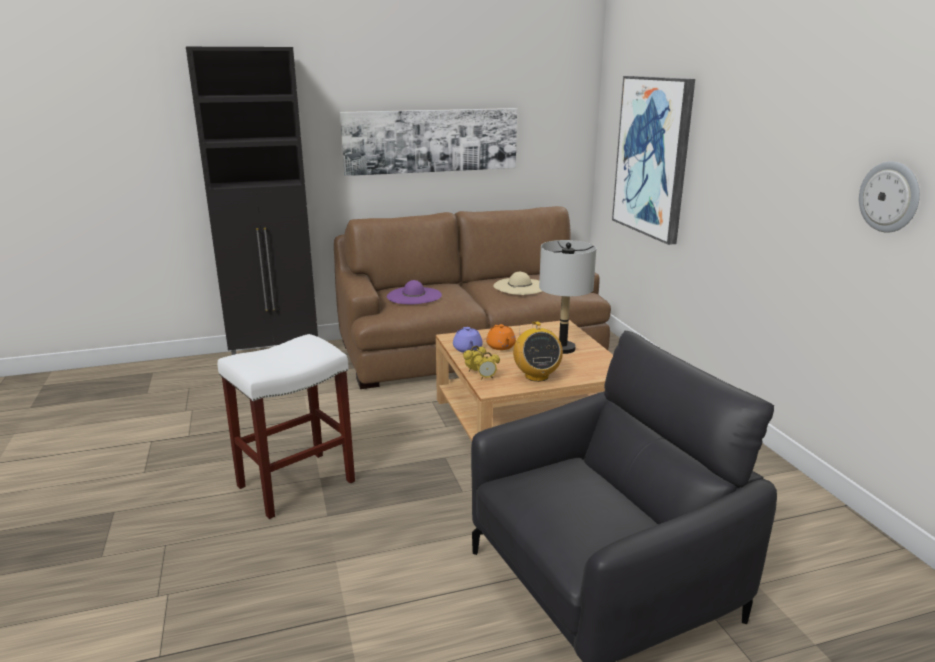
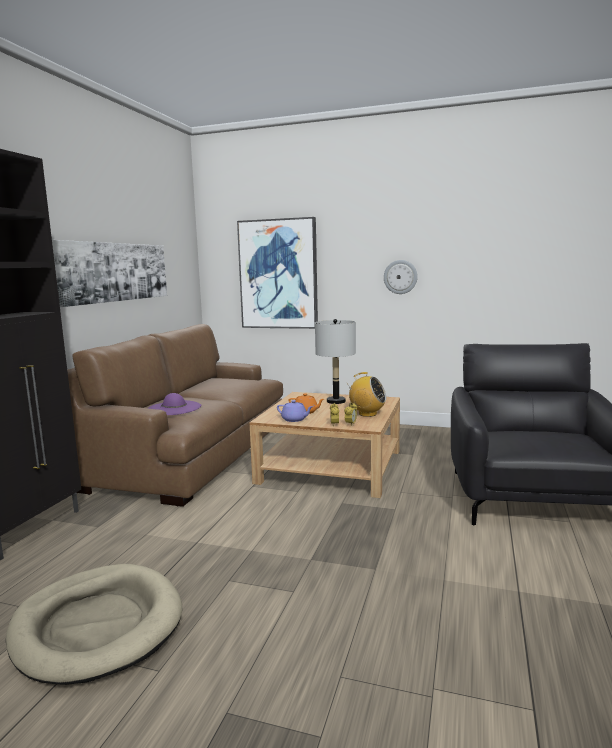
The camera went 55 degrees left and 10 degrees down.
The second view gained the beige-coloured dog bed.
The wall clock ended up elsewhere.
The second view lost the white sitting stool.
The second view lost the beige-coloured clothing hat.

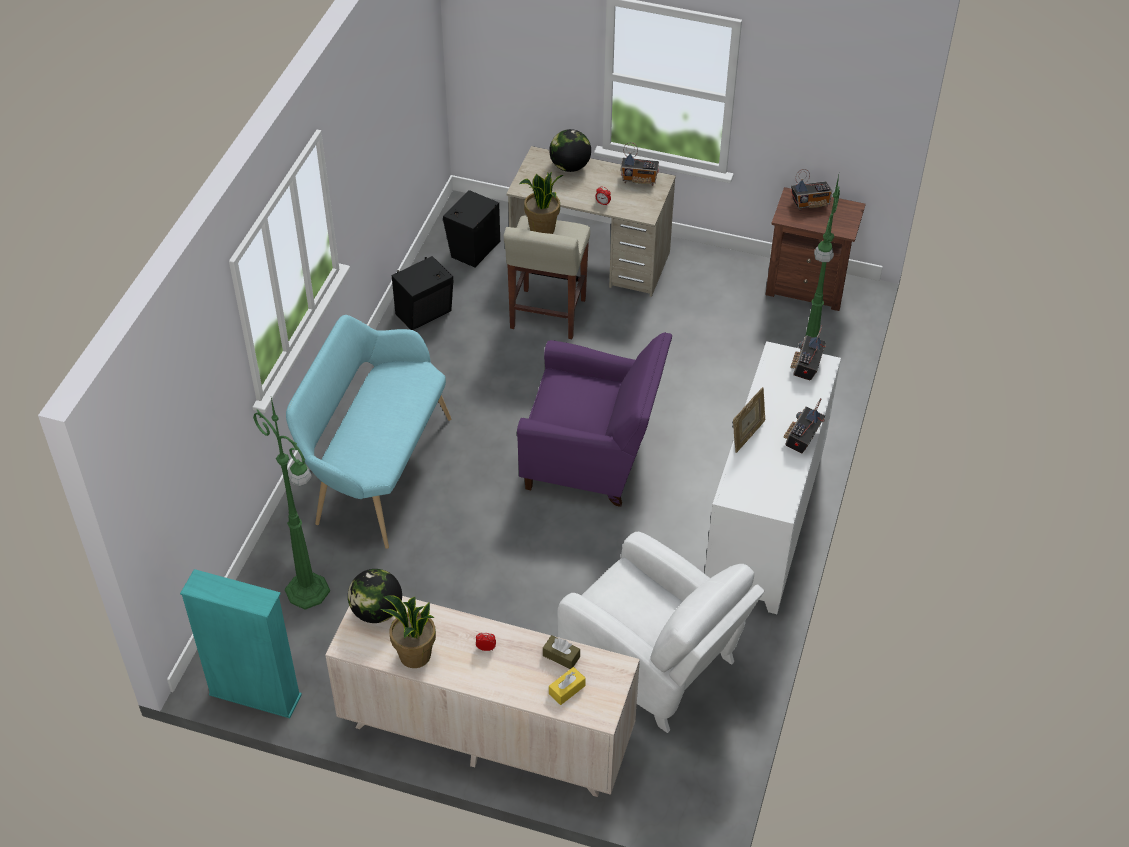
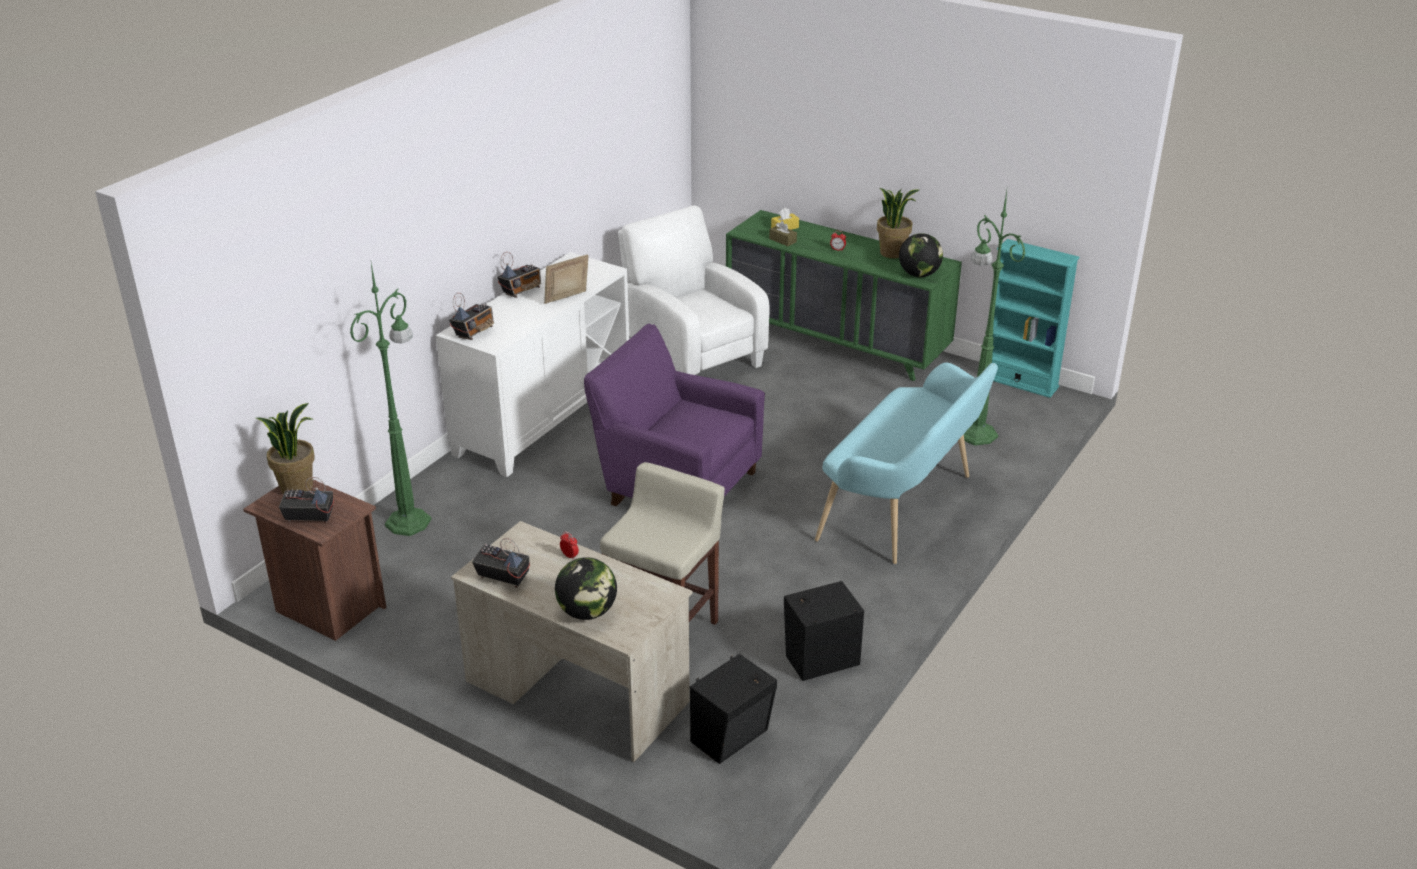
The camera went 165 degrees left and 15 degrees down.
The potted plant (2nd from left in the first image) ended up elsewhere.
What was the beige-coloured dresser turned into the greenish dresser.

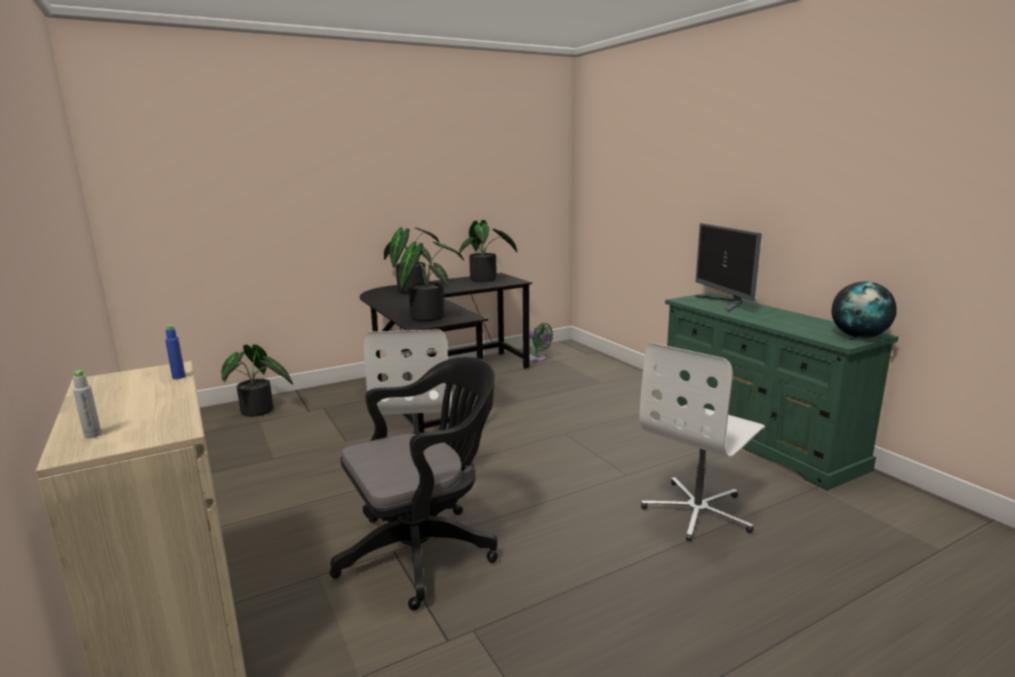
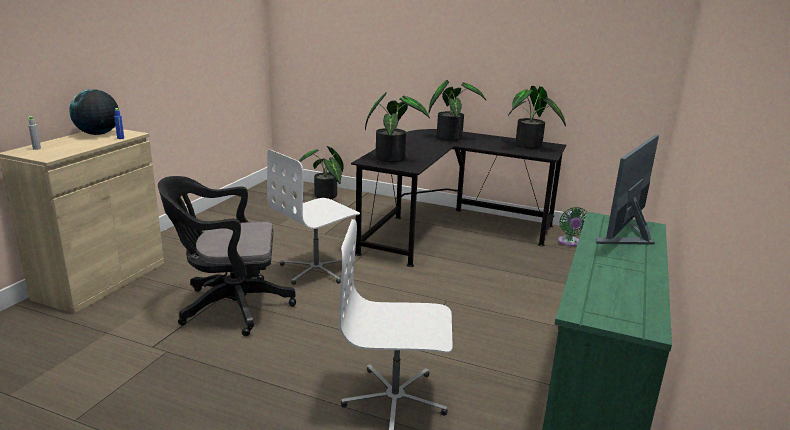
The camera went 50 degrees right and 5 degrees up.
The world globe ended up elsewhere.
The black-coloured computer chair ended up facing another way, 150 degrees clockwise from before.

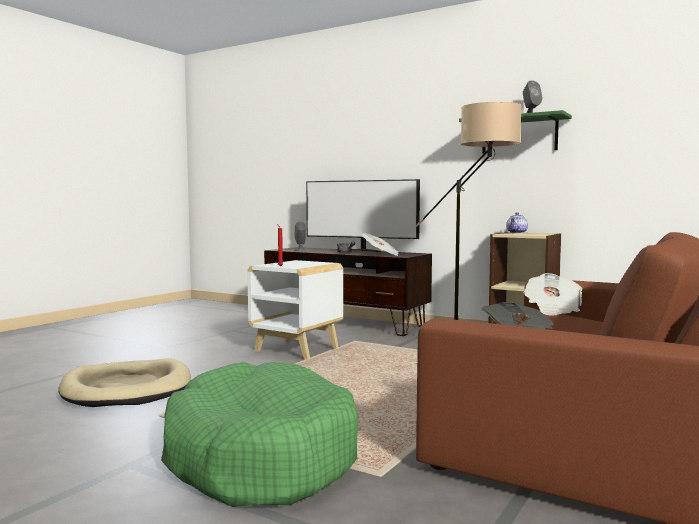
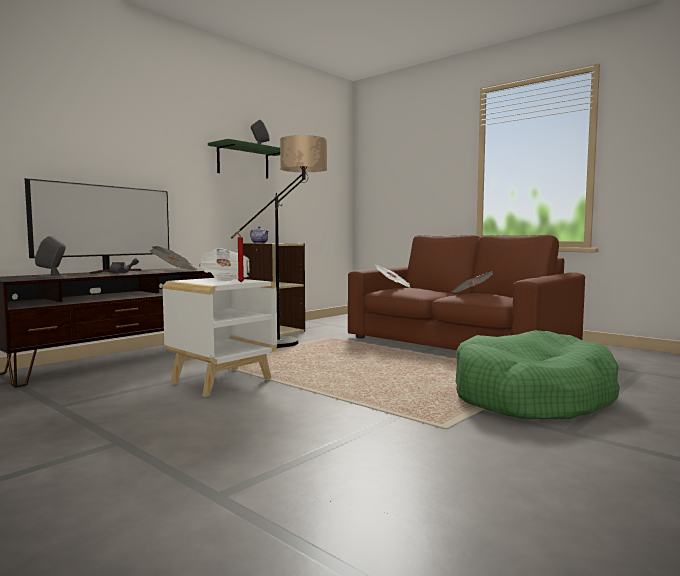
The camera went 80 degrees left and 0 degrees up.
The second view gained the daily paper (2nd from left).
The second view lost the beige-coloured dog bed.

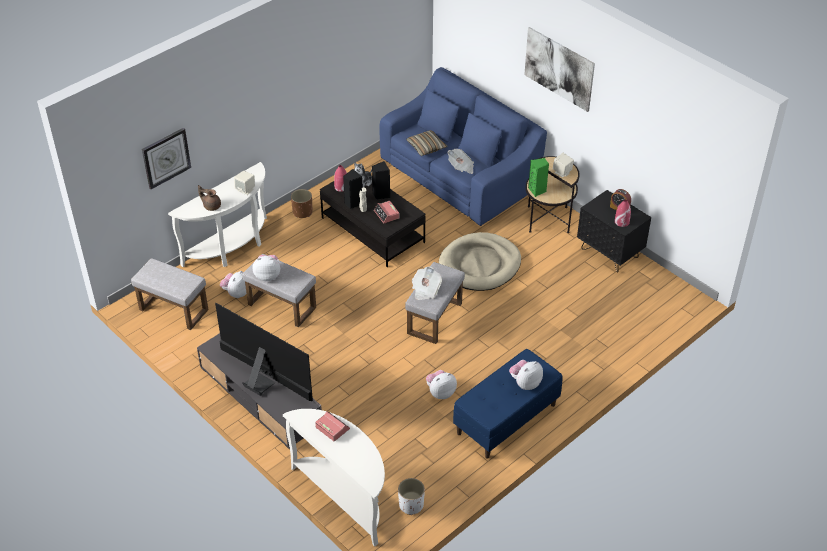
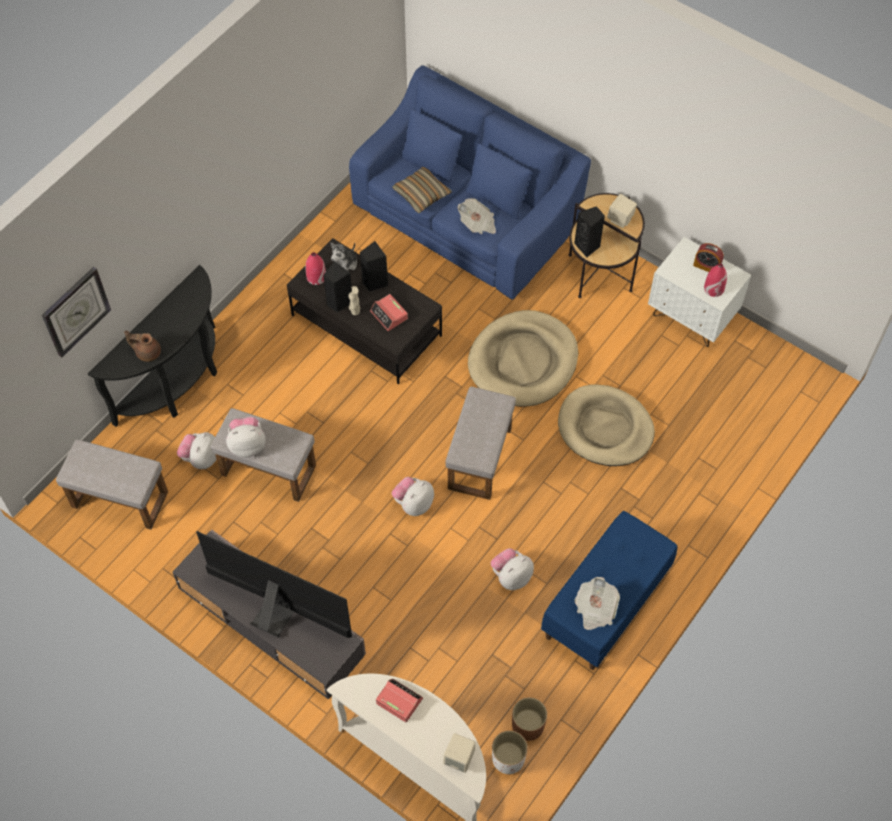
The camera went 10 degrees left and 15 degrees up.
What was the white narrow table (1st from left) turned into the black-coloured narrow table.
The plush toy (5th from left in the first image) ended up elsewhere.
The beige-coloured audio speaker (1st from left) ended up elsewhere.
The brown-coloured planter ended up elsewhere.
The second view gained the beige-coloured dog bed (2nd from left).
What was the greenish audio speaker turned into the black-coloured audio speaker (3rd from left).
The daily paper (1st from left in the first image) ended up elsewhere.
What was the black-coloured night table turned into the white night table.
The second view lost the wall picture.

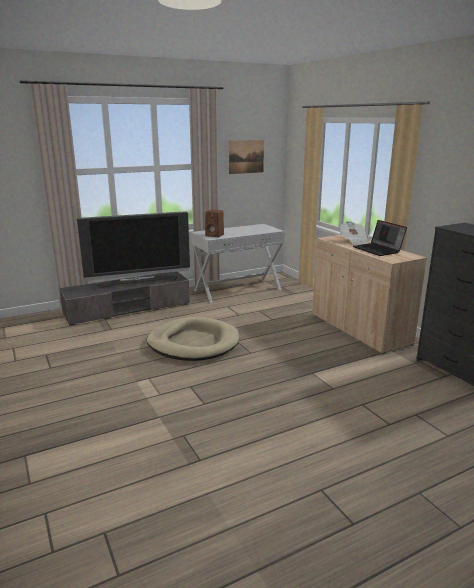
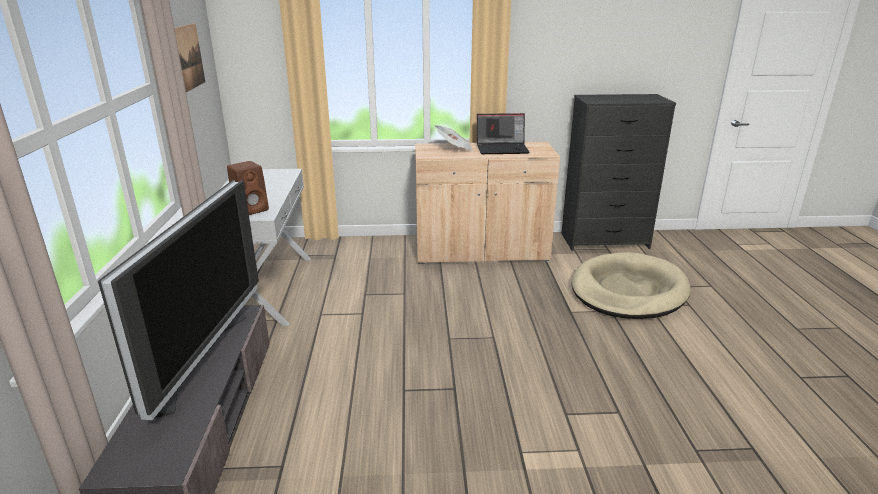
The camera went 65 degrees left and 5 degrees up.
The beige-coloured dog bed ended up elsewhere.

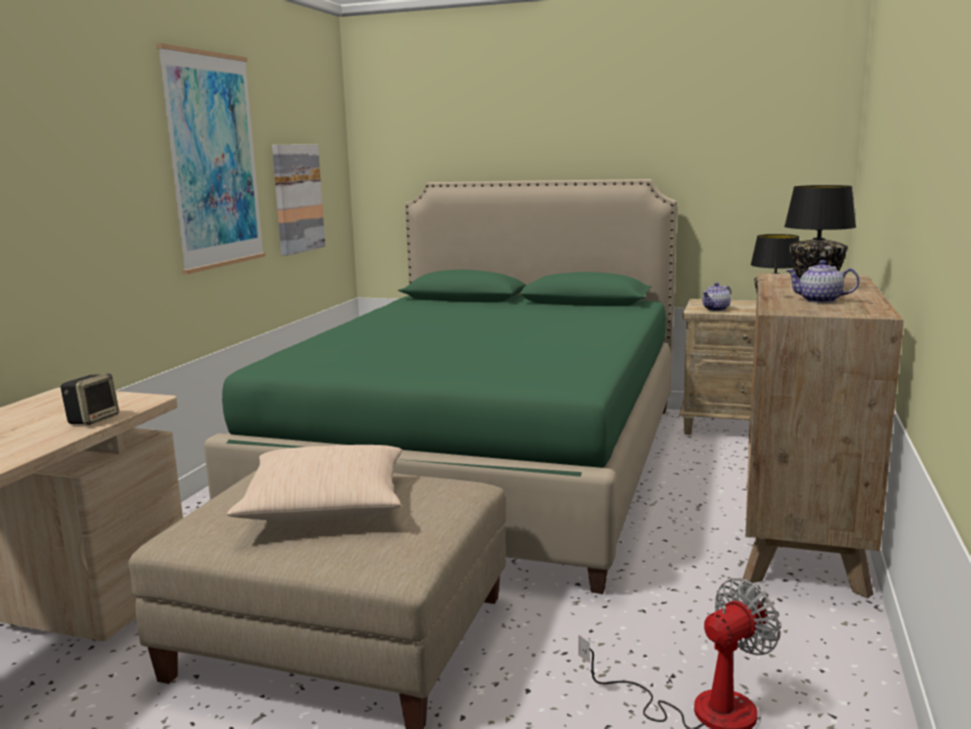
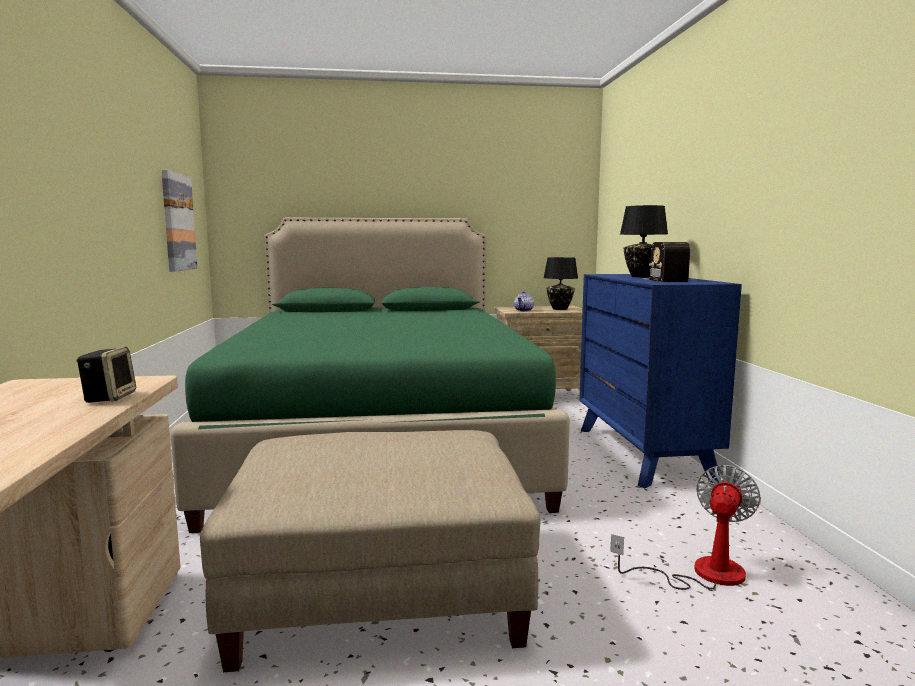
The camera went 25 degrees left and 5 degrees down.
What was the brown-coloured dresser turned into the blue dresser.
Where the tea pot (2nd from left) stood, the radio receiver came to stand.
The second view lost the wall picture (1st from left).
The second view lost the beige-coloured pillow.

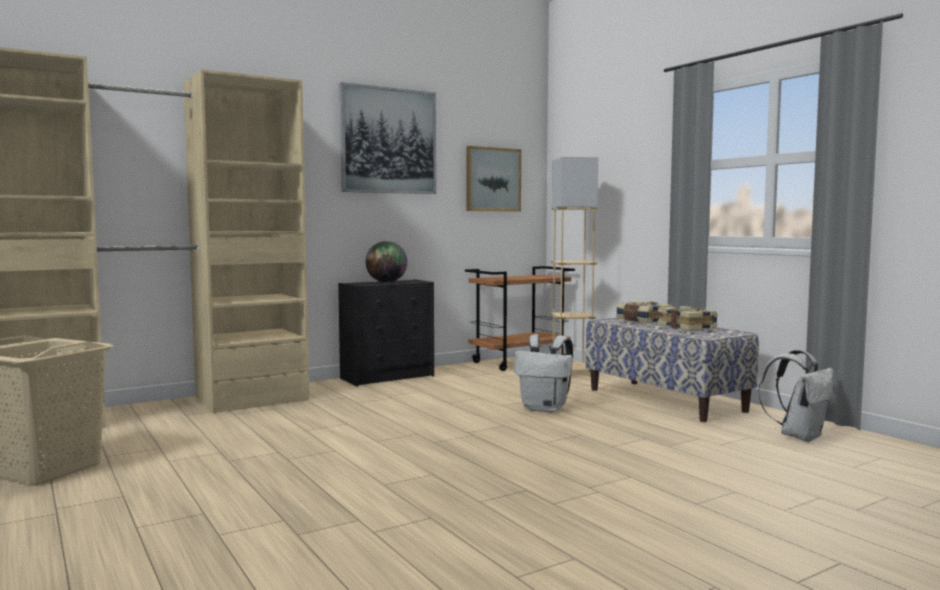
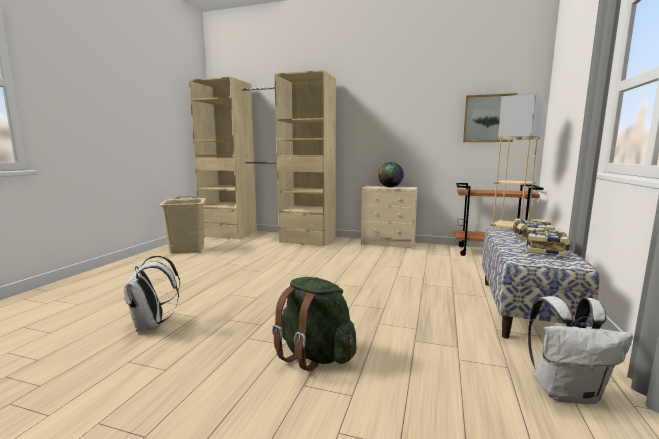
The camera went 50 degrees right and 5 degrees up.
The white rucksack (1st from left) ended up elsewhere.
The second view gained the greenish rucksack.
What was the black-coloured dresser turned into the beige-coloured dresser.
The second view lost the wall picture (1st from left).

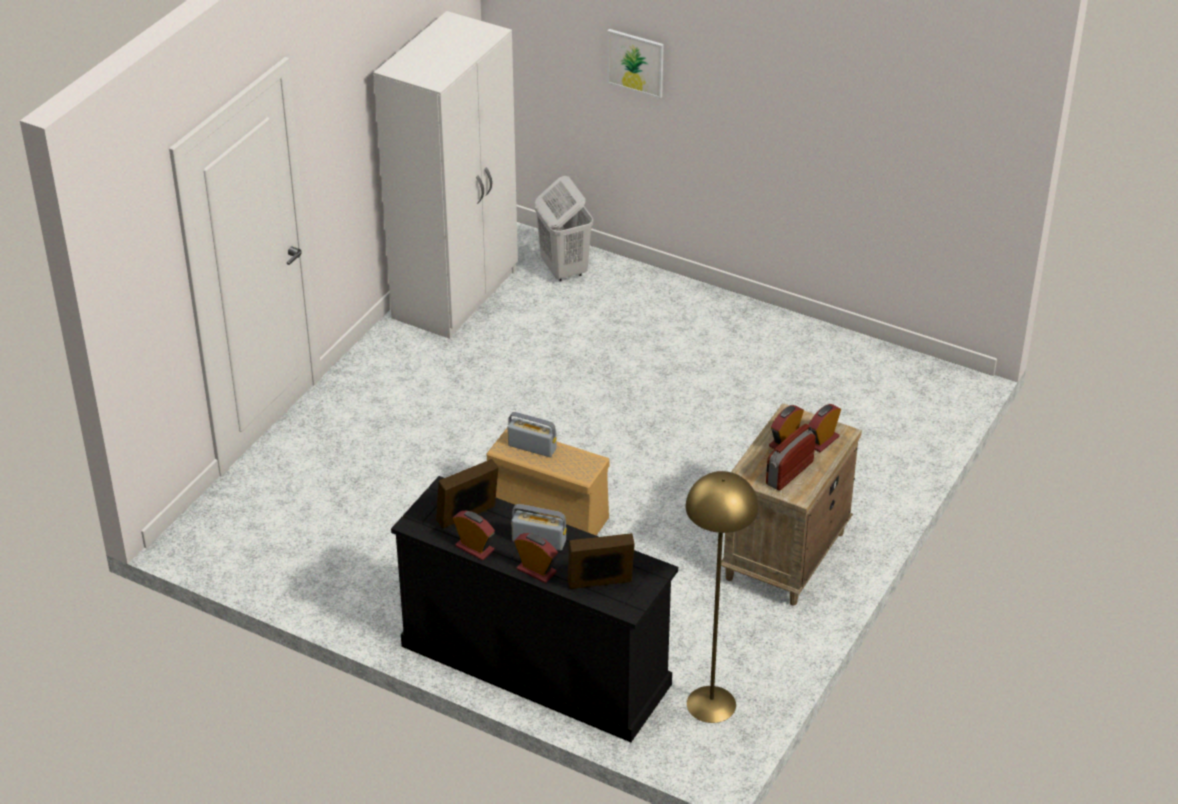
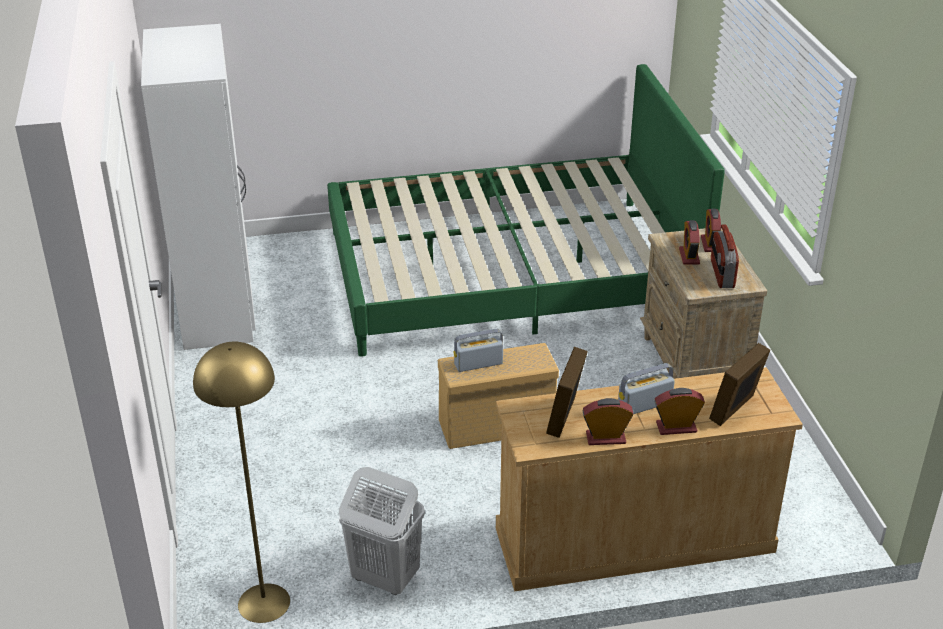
The camera went 40 degrees left and 5 degrees down.
The yellow-coloured standing lamp ended up elsewhere.
The second view gained the greenish bedroom bed.
The white laundry basket ended up elsewhere.
What was the black-coloured dresser turned into the beige-coloured dresser.
The second view lost the wall picture.

